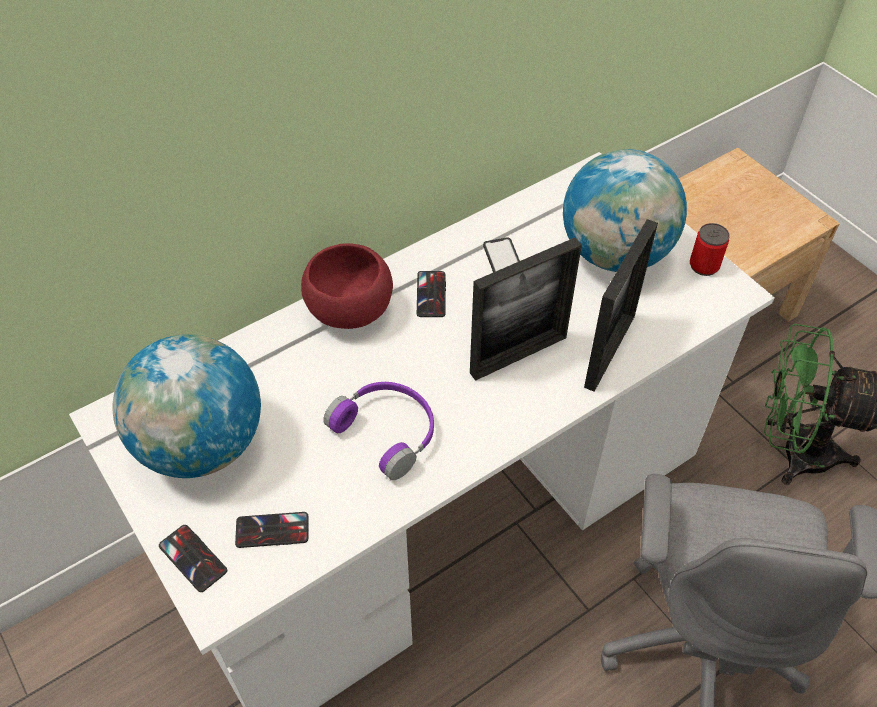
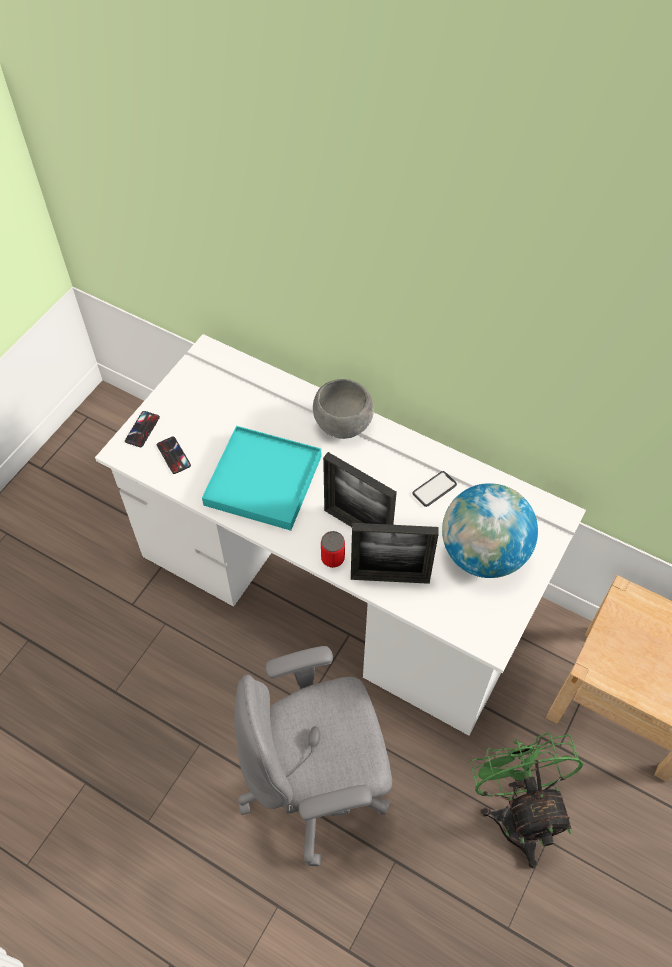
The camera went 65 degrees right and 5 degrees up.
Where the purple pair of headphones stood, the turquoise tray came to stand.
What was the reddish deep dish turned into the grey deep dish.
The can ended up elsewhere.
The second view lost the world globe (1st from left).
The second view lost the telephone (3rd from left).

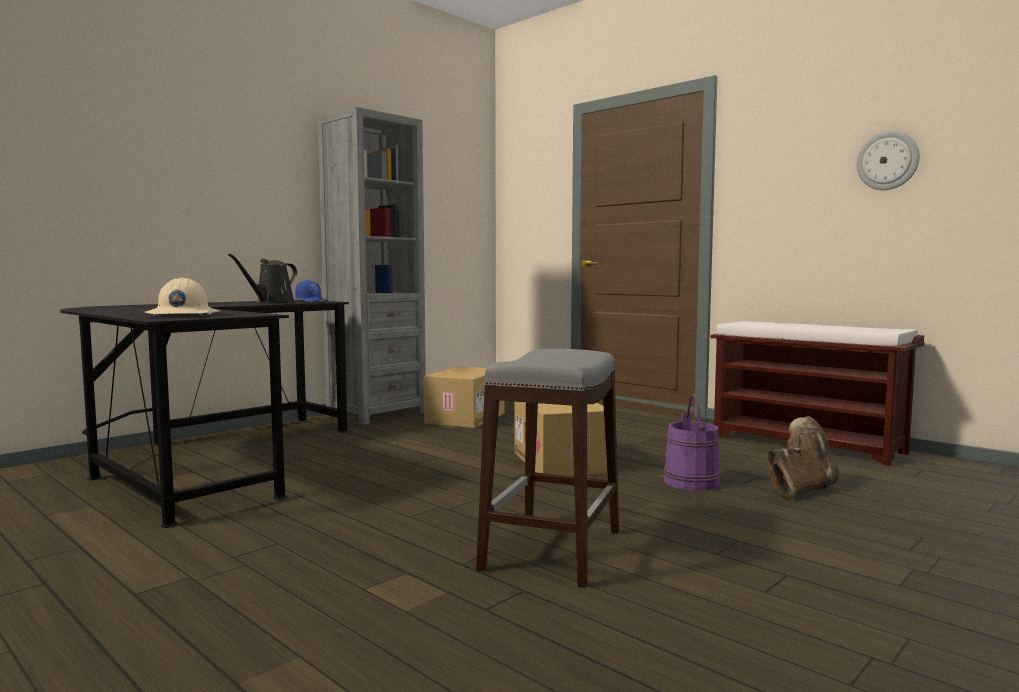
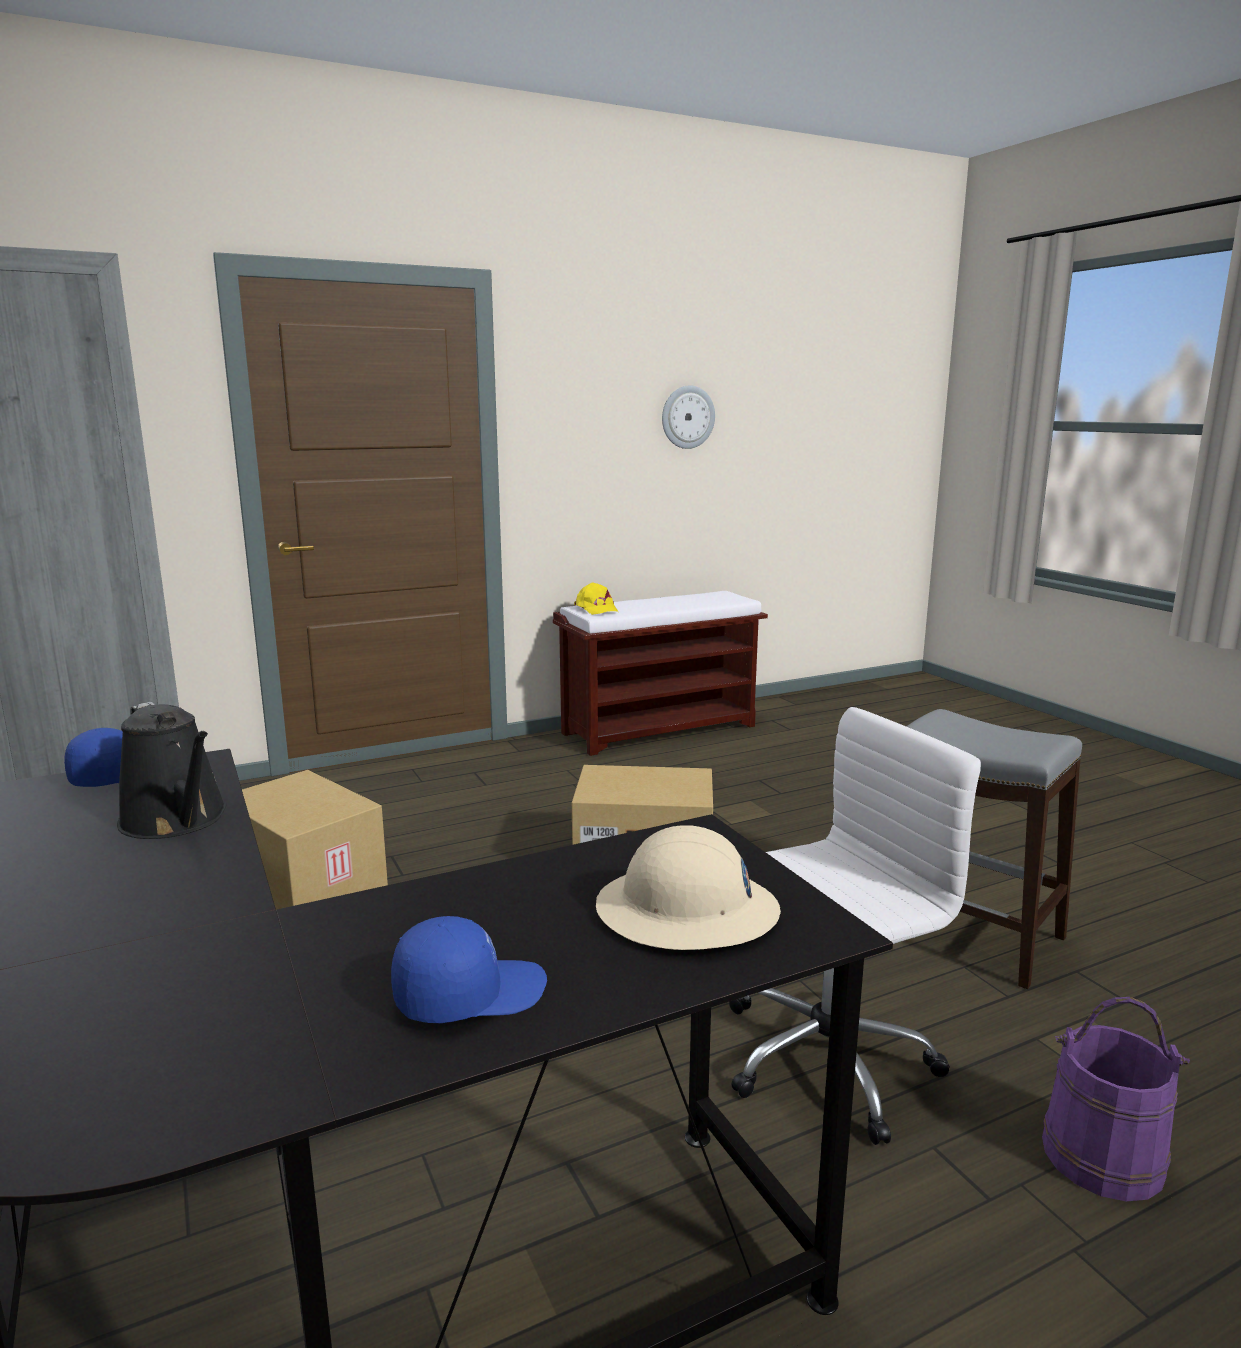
The camera went 70 degrees left and 10 degrees up.
The second view gained the blue peaked cap (2nd from left).
The second view gained the yellow-coloured peaked cap.
The second view gained the white computer chair.
The purple water bucket ended up elsewhere.
The second view lost the brown-coloured boot.

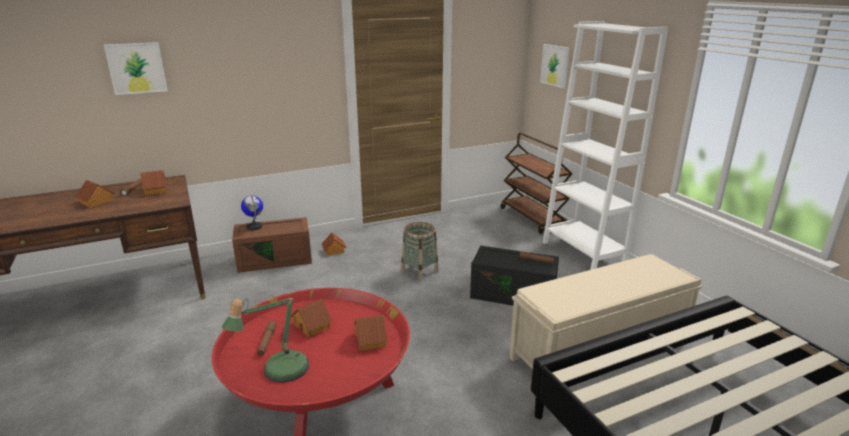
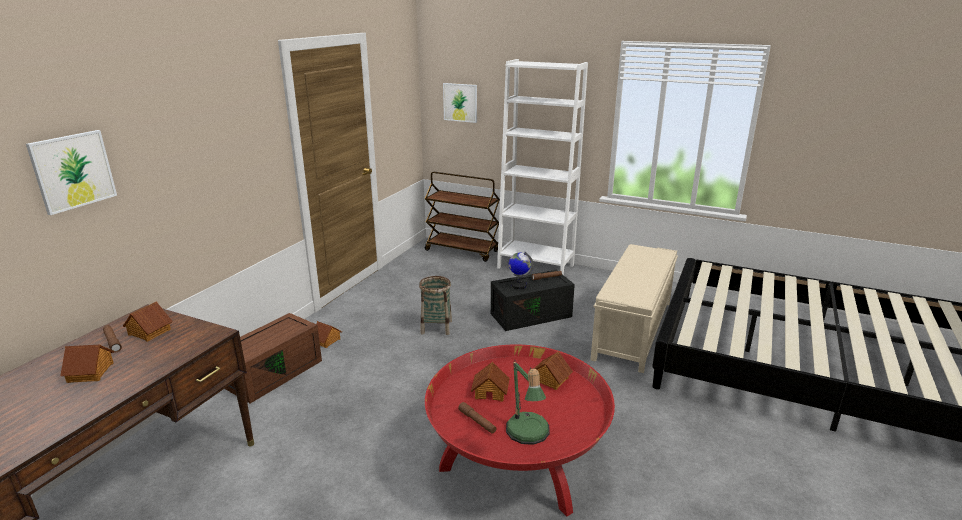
The camera went 40 degrees left and 0 degrees up.
The world globe ended up elsewhere.

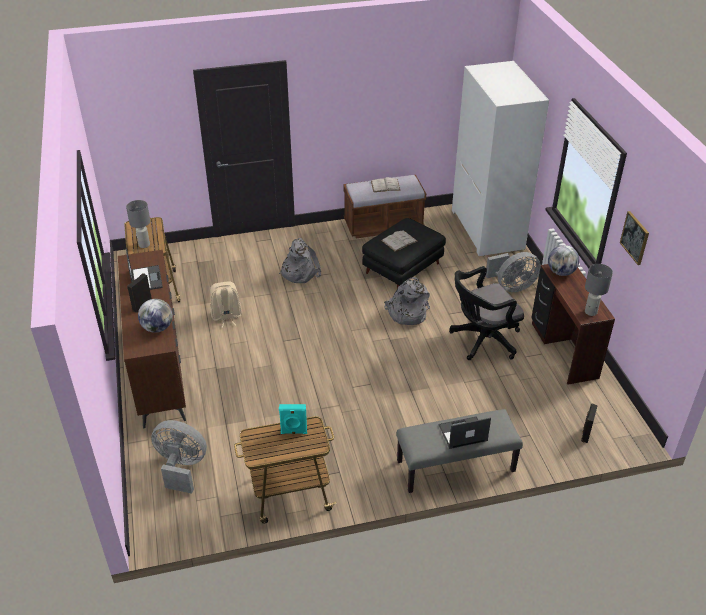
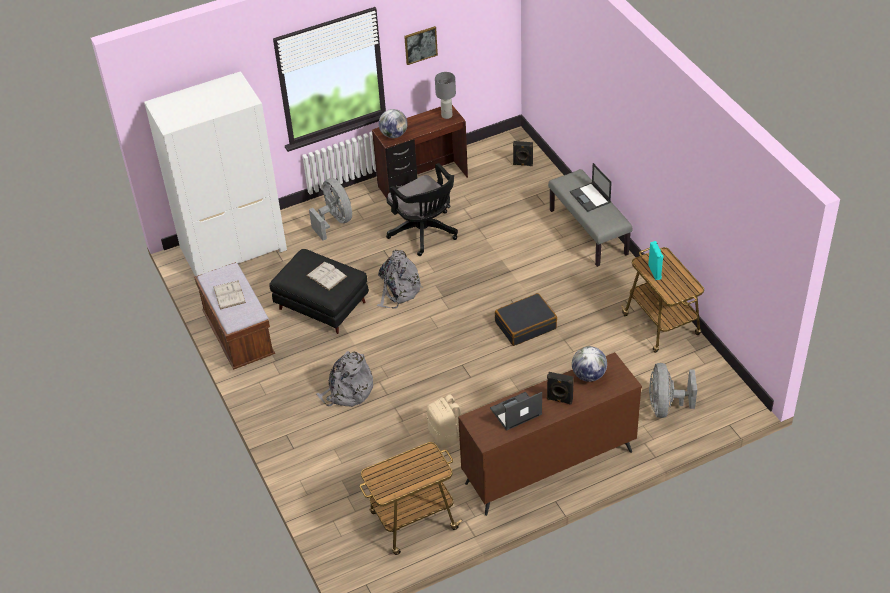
The camera went 100 degrees left and 5 degrees up.
The second view gained the black-coloured travel case.
The second view lost the grey table lamp (1st from left).

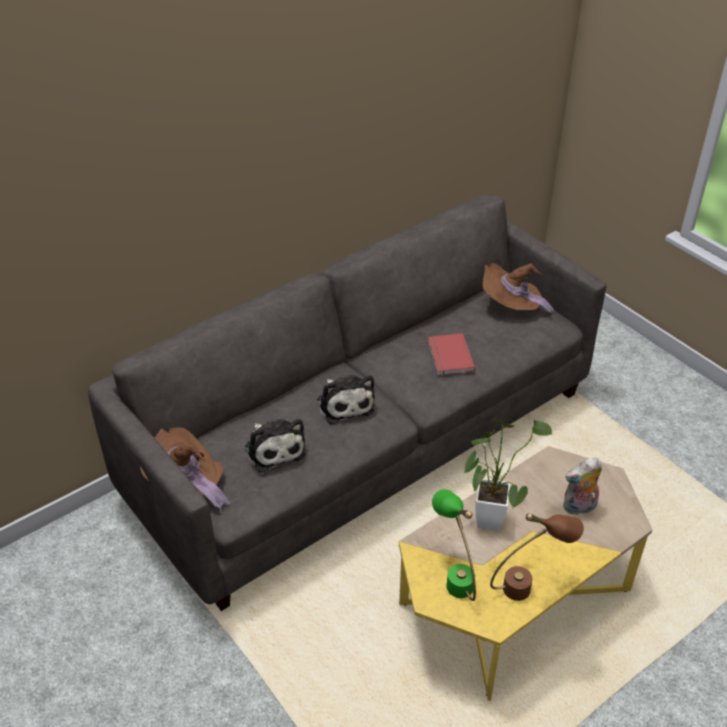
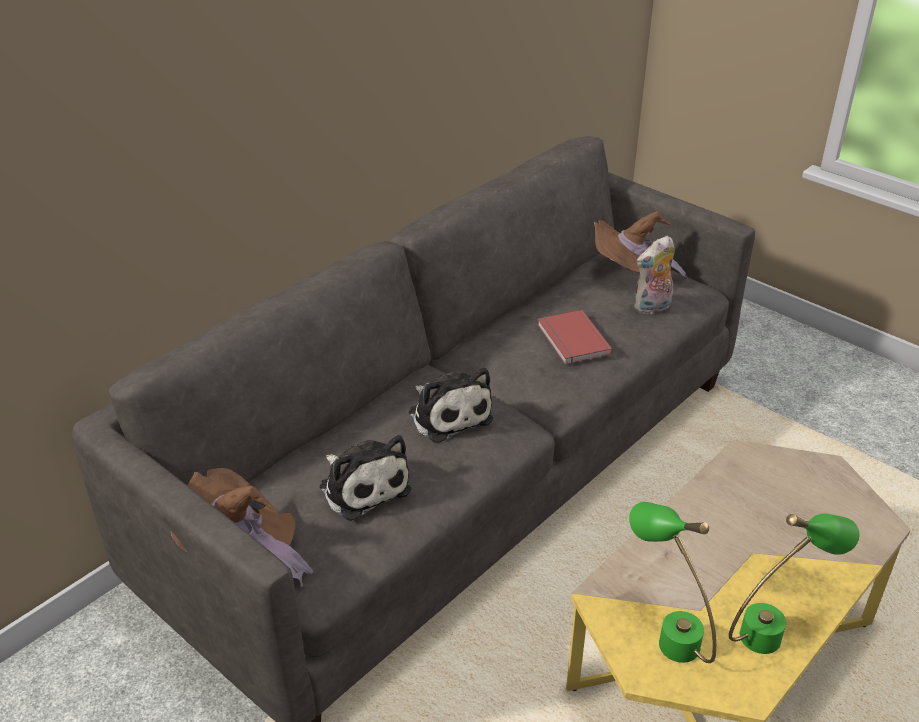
The camera went 10 degrees left and 5 degrees down.
The plush toy (3rd from left) ended up elsewhere.
What was the brown-coloured table lamp turned into the greenish table lamp (2nd from left).
The second view lost the potted plant.

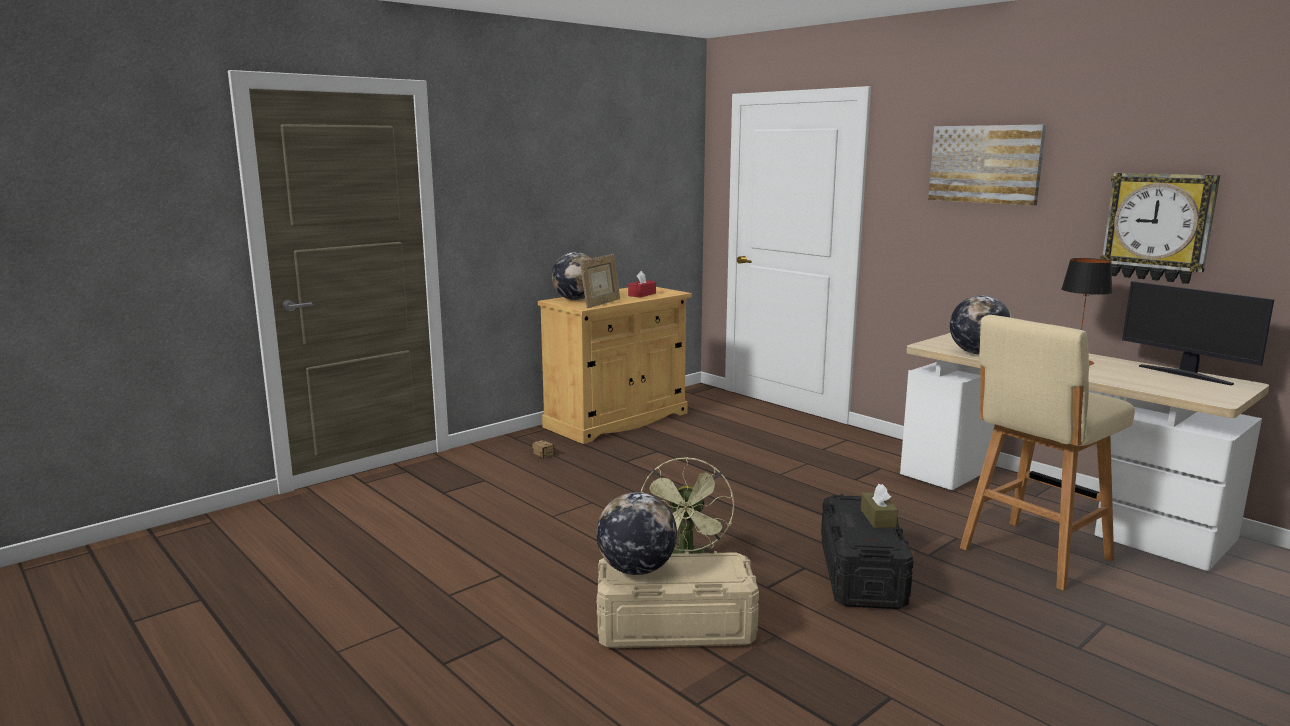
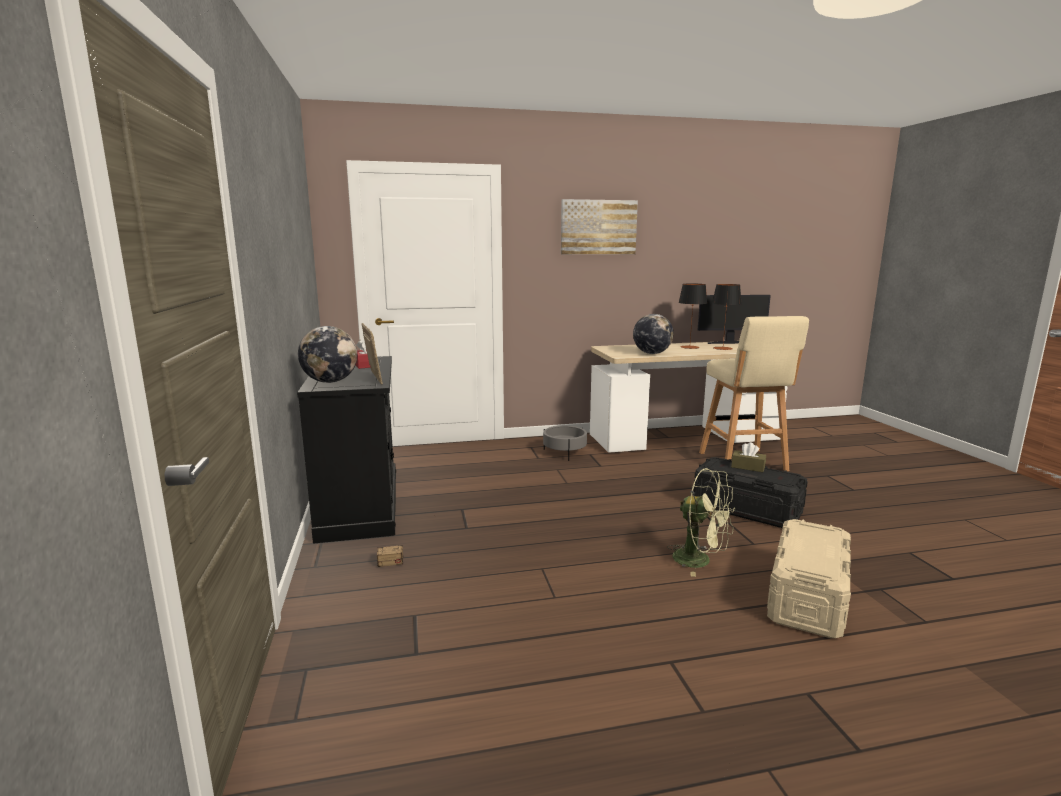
The camera went 60 degrees left and 0 degrees up.
What was the beige-coloured storage cabinet turned into the black-coloured storage cabinet.
The second view gained the grey planter.
The second view gained the table lamp (2nd from left).
The second view lost the world globe (2nd from left).
The second view lost the wall clock.

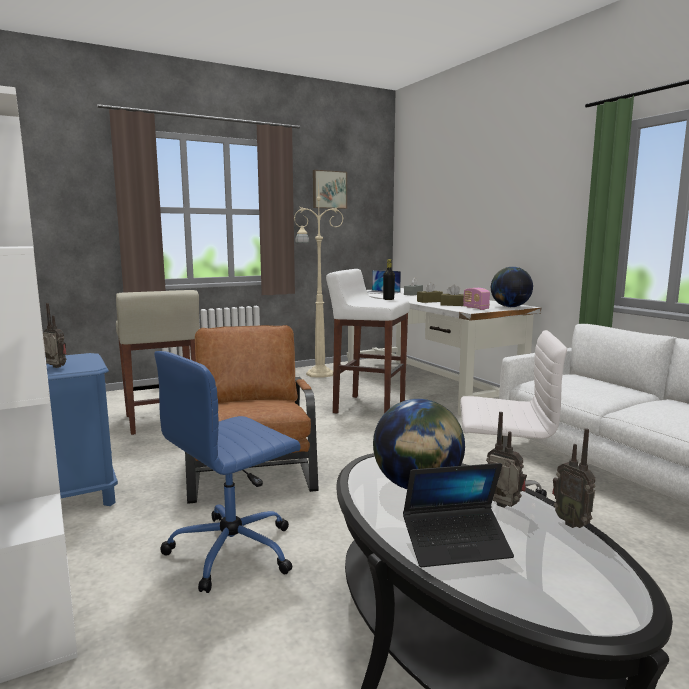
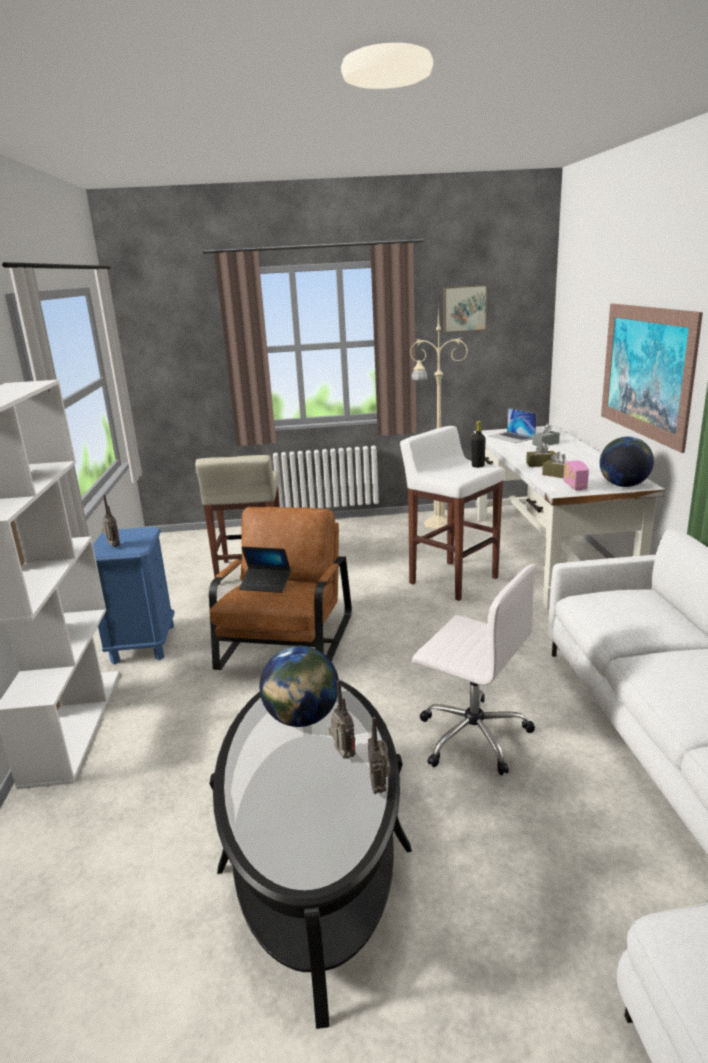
The camera went 25 degrees right and 10 degrees up.
The portable computer (2nd from left in the first image) ended up elsewhere.
The second view gained the wall picture (2nd from left).
The second view lost the blue computer chair.

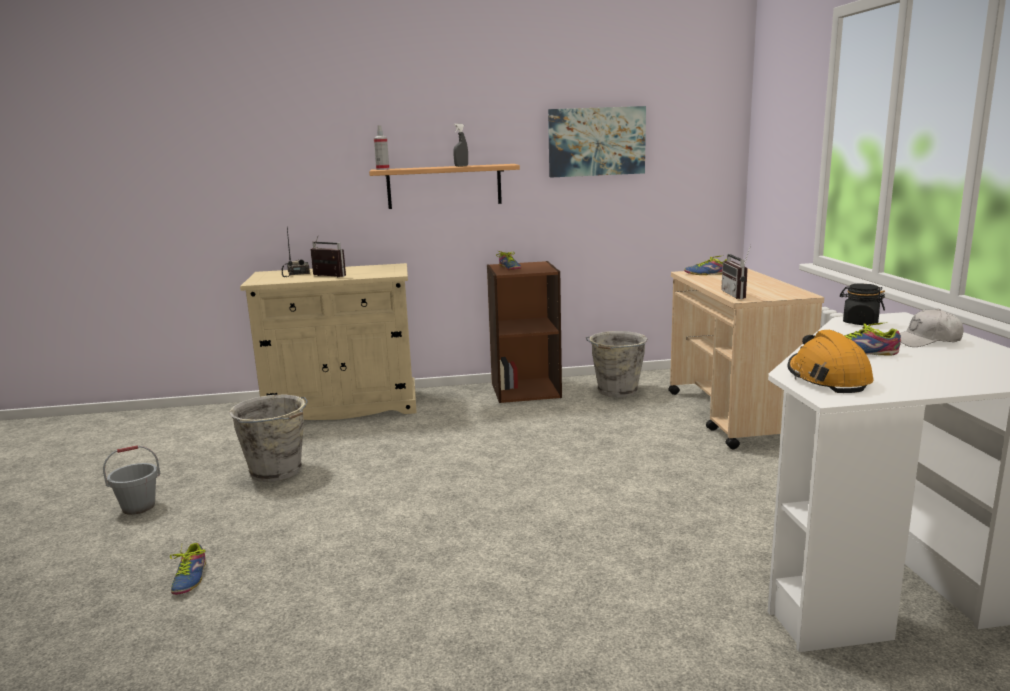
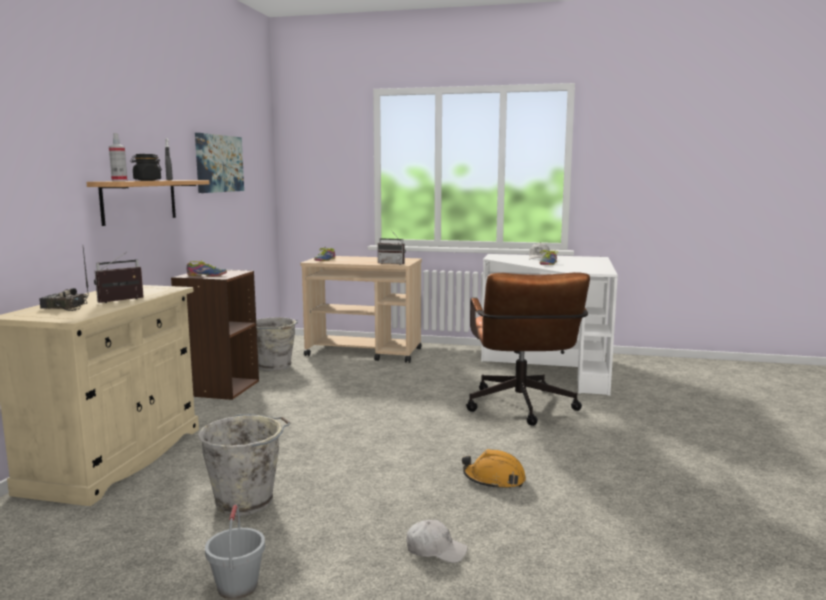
The camera went 70 degrees left and 5 degrees down.
The black-coloured preserve jar ended up elsewhere.
Where the item of footwear (1st from left) stood, the white peaked cap (1st from left) came to stand.
The orange hard hat ended up elsewhere.
The second view gained the brown-coloured computer chair.

